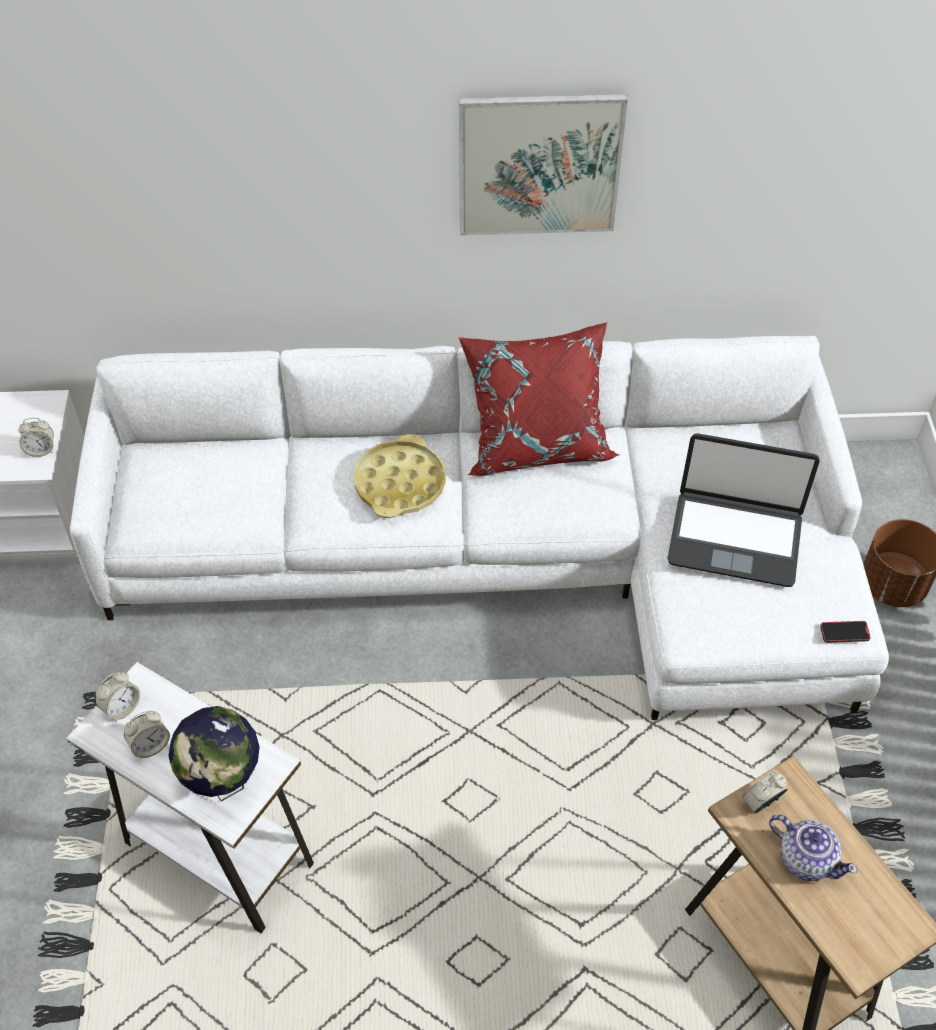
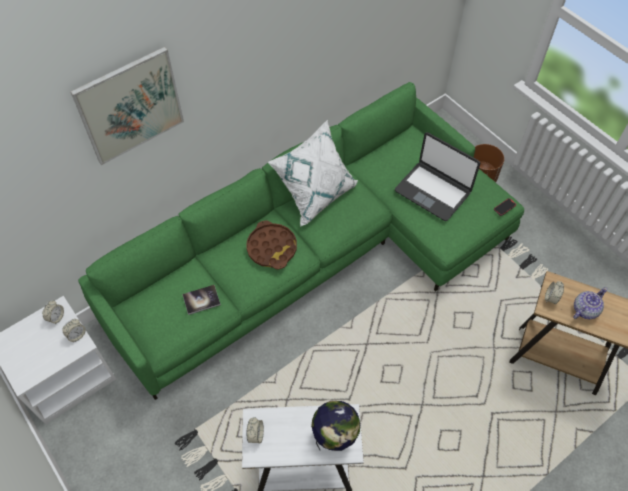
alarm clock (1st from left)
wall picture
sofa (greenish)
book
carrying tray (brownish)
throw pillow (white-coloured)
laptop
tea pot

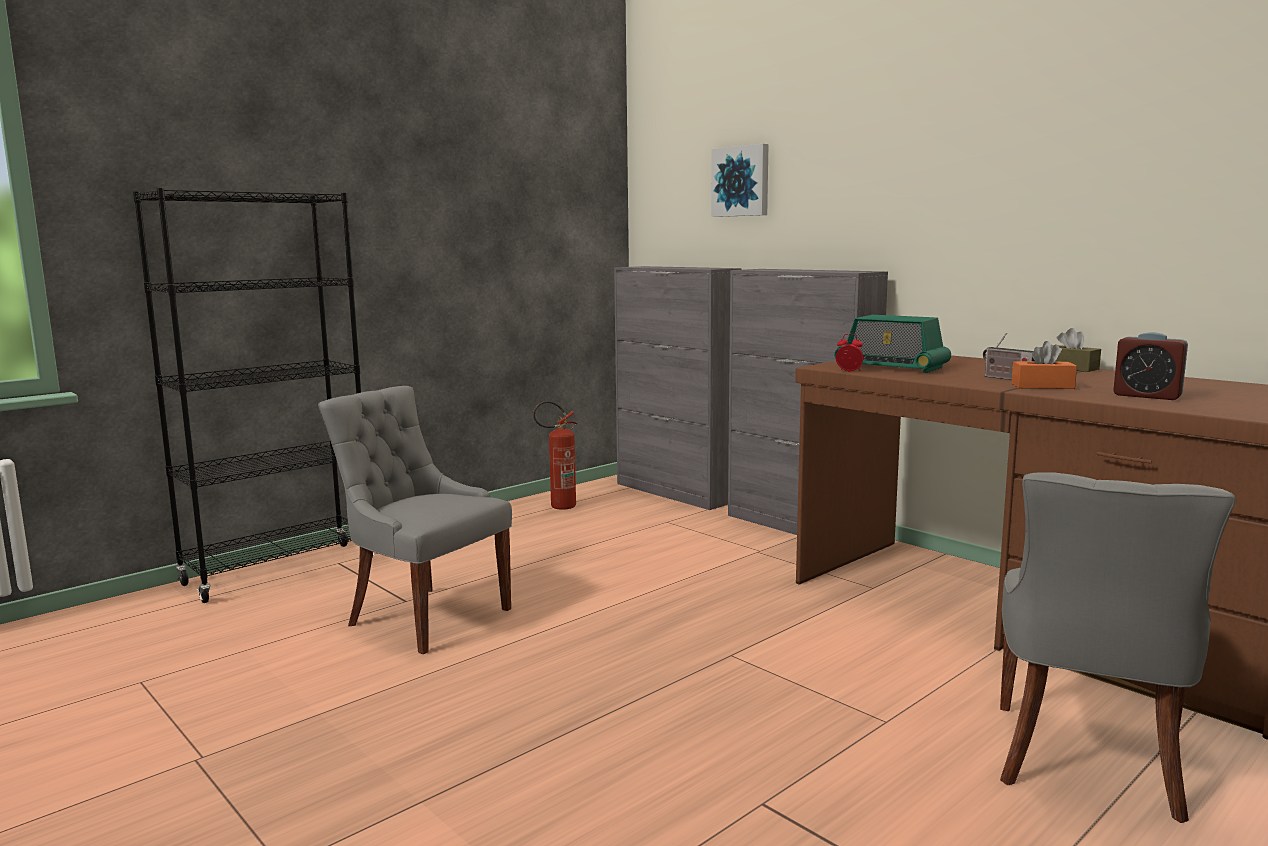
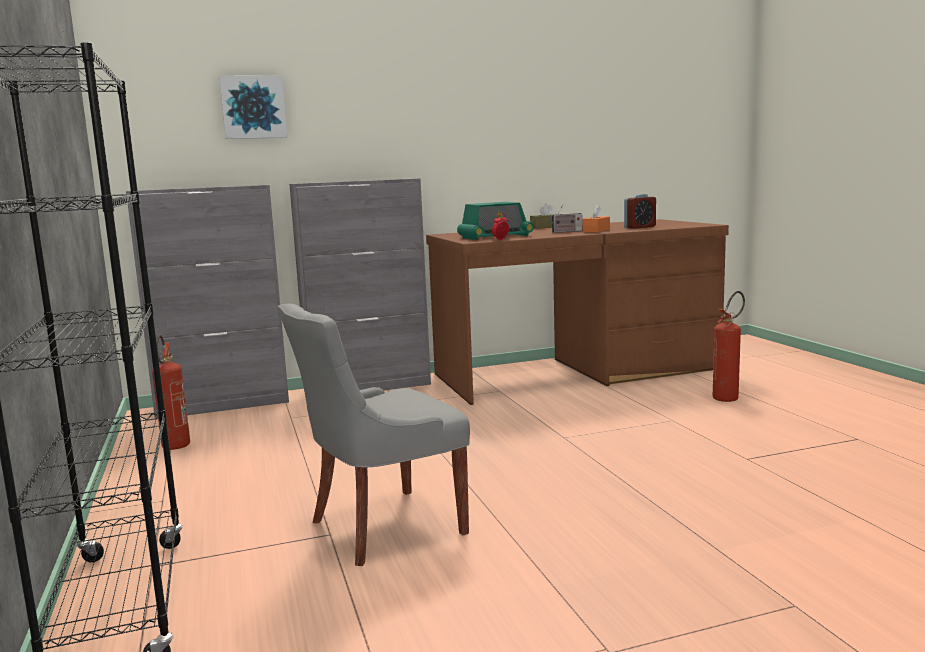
fire-fighting cylinder (2nd from left)

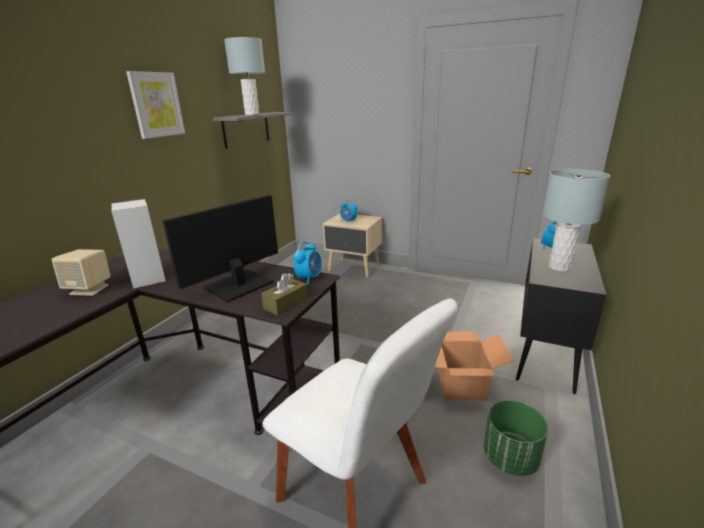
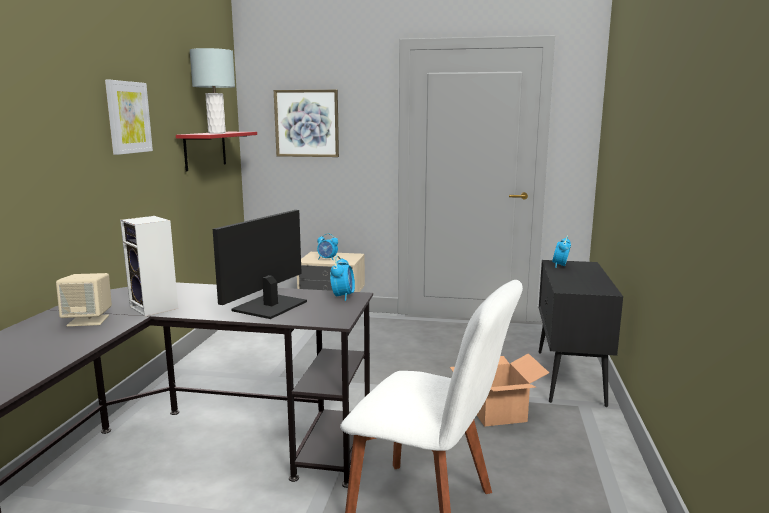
shelf (red-coloured)
wall picture (2nd from left)
tissue box (brownish)
plant pot (greenish)
lamp for a table (greyish) (2nd from left in the first image)

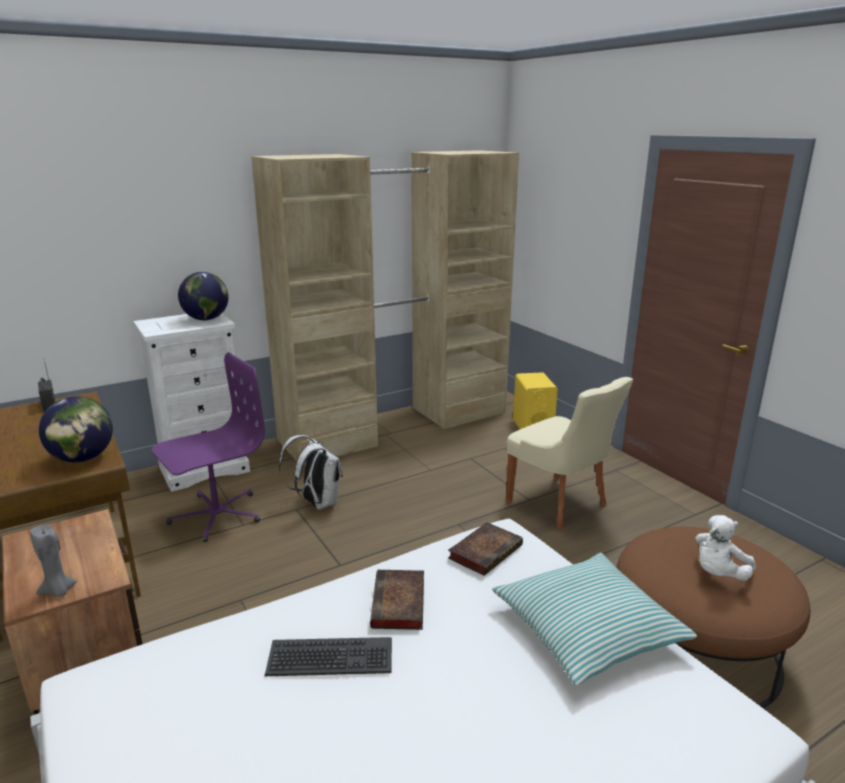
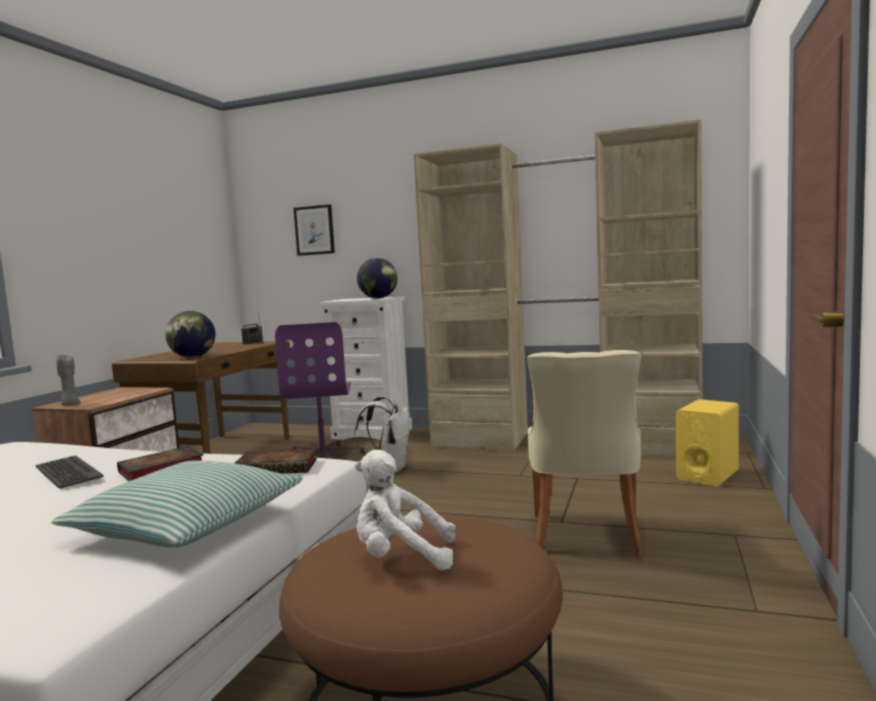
desk chair (purplish)
wall picture

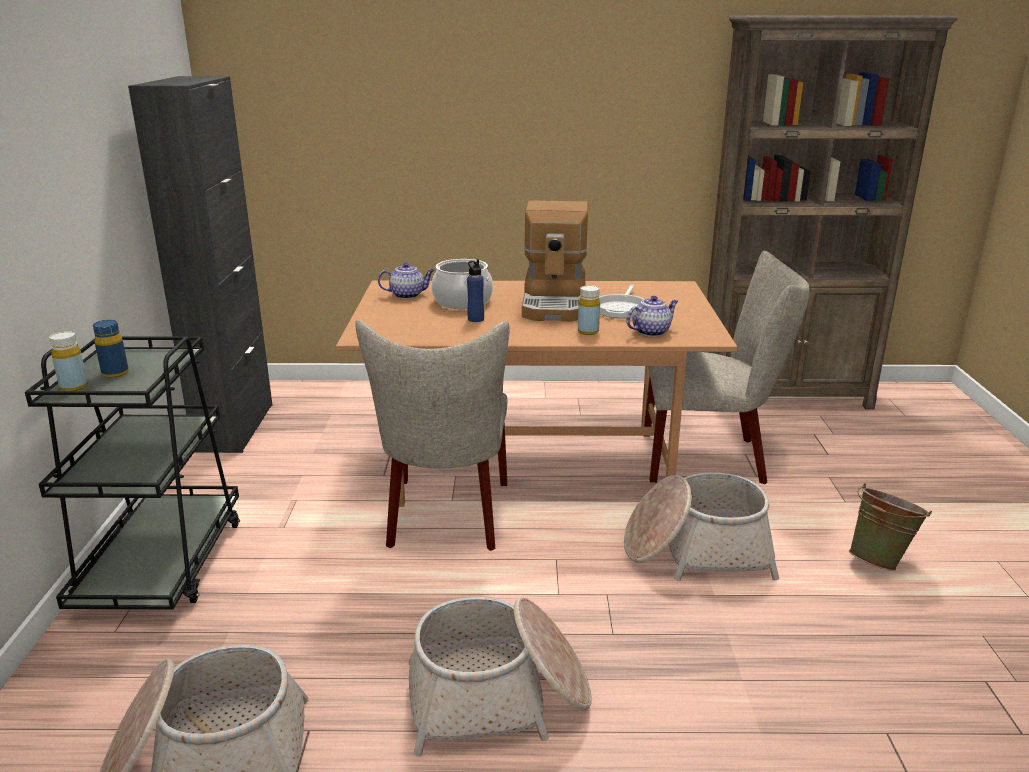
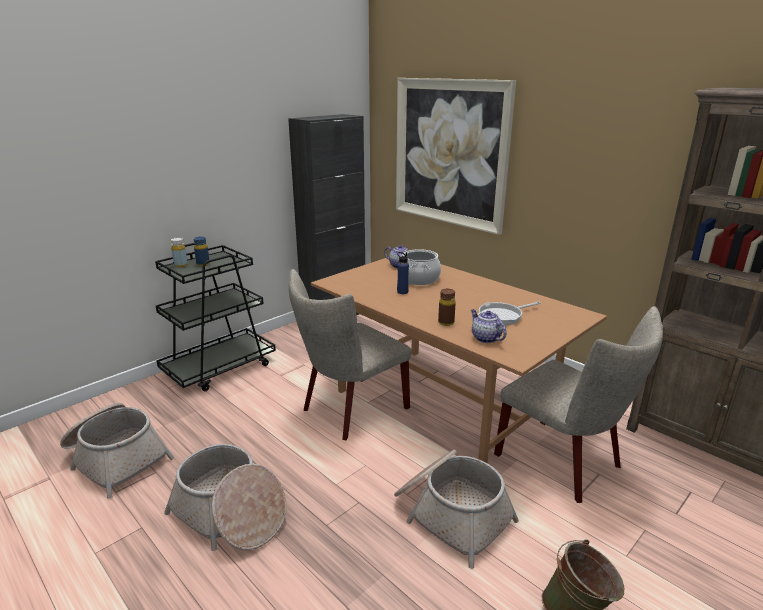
wall picture
beverage bottle (brownish)
tea pot (2nd from left)
coffee maker

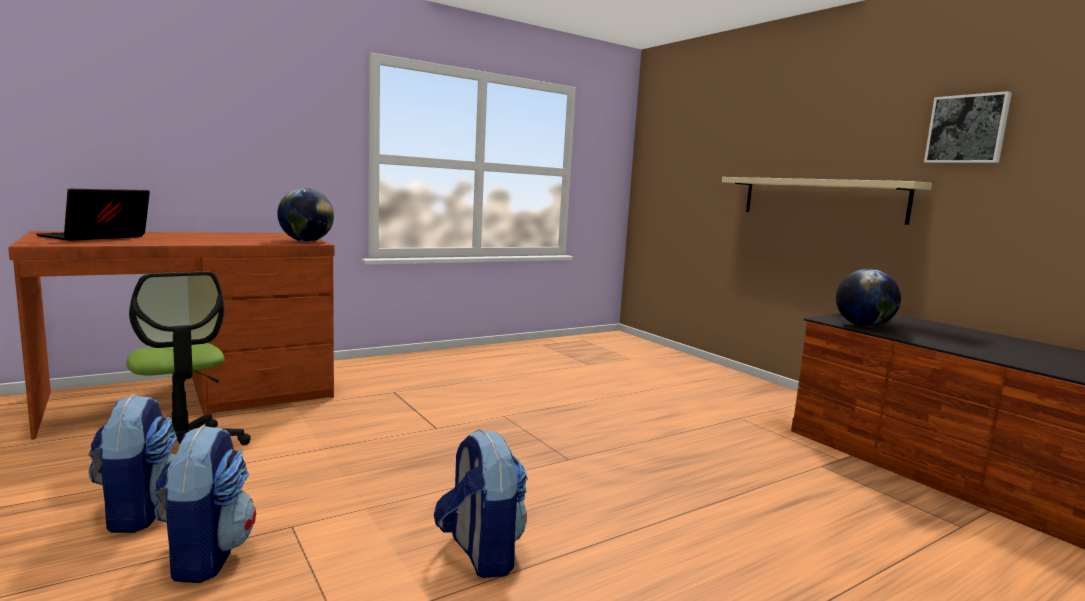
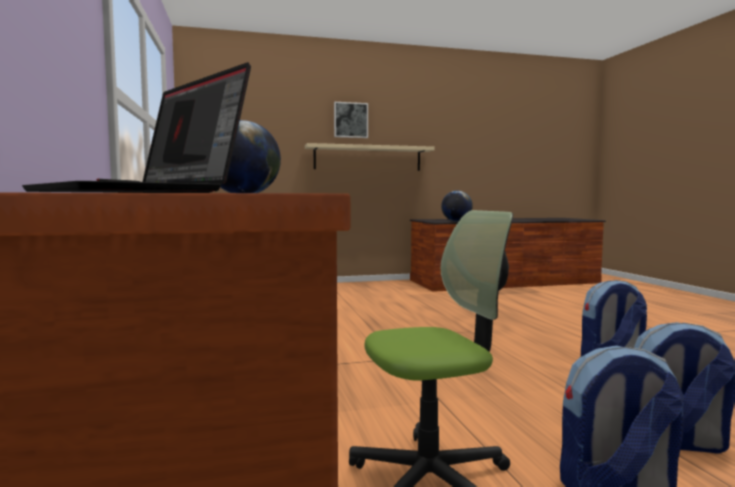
wall picture

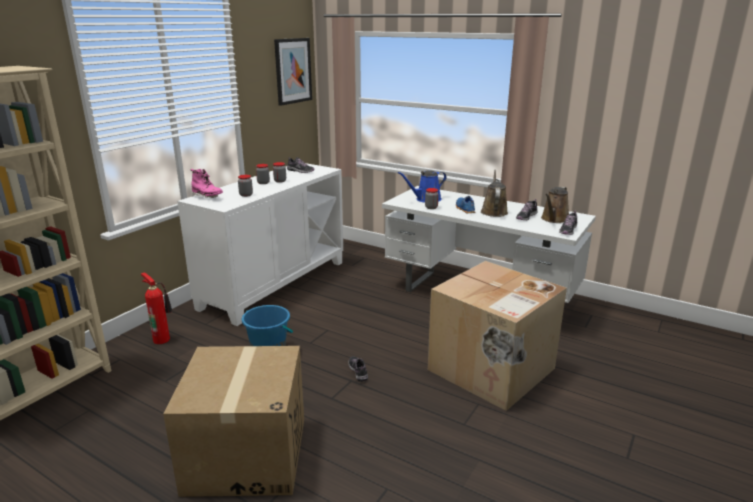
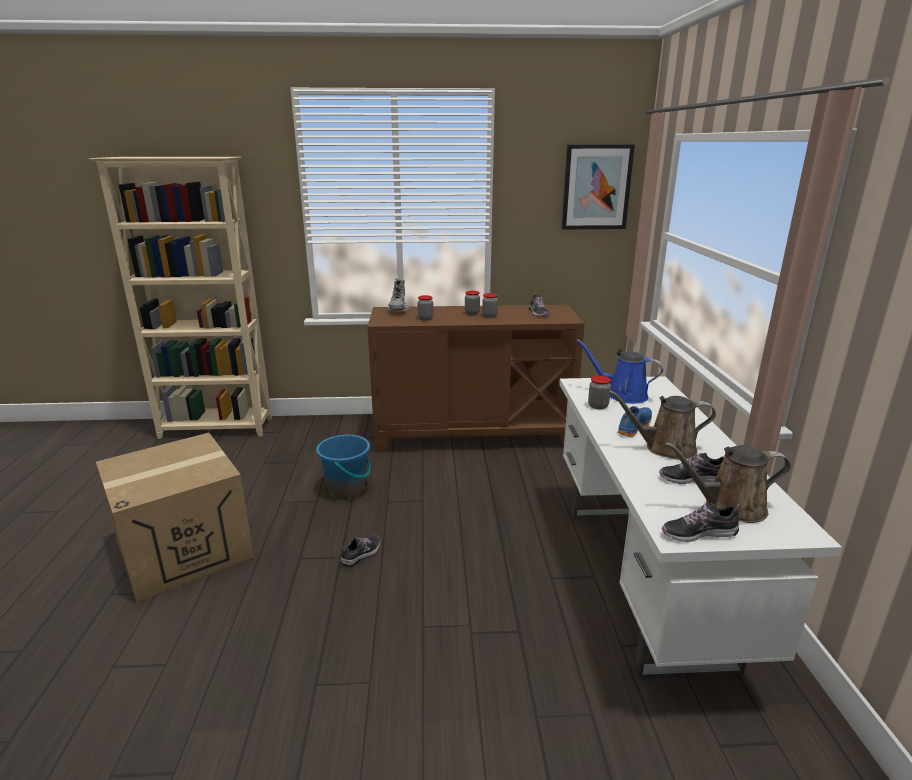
cabinet (brownish)
boot (greyish)
watering pot (brownish) (1st from left)
fire-fighting cylinder
carton (2nd from left in the first image)

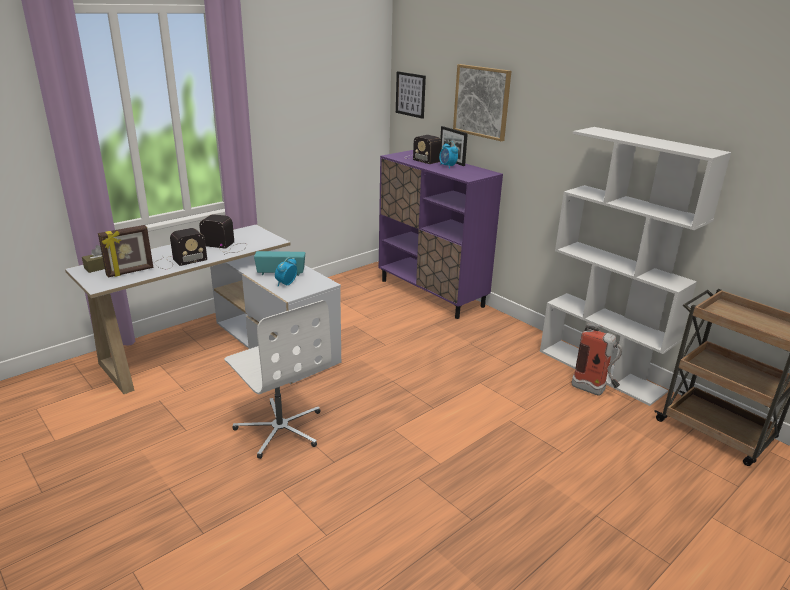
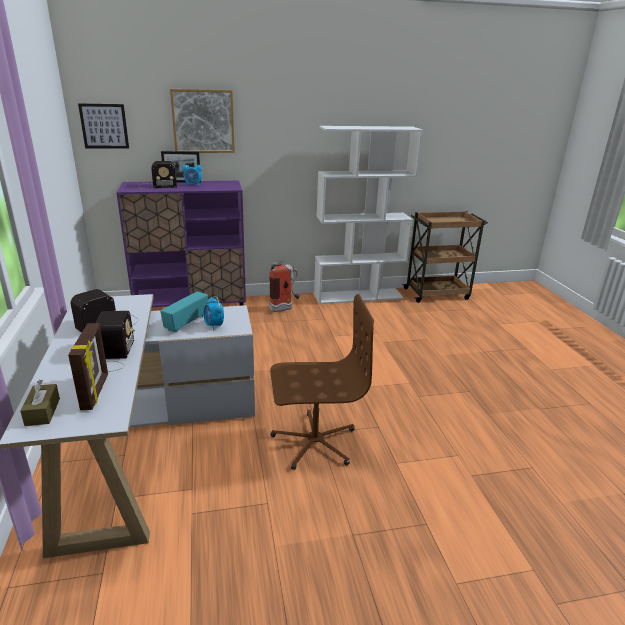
fire-fighting cylinder
desk chair (brownish)

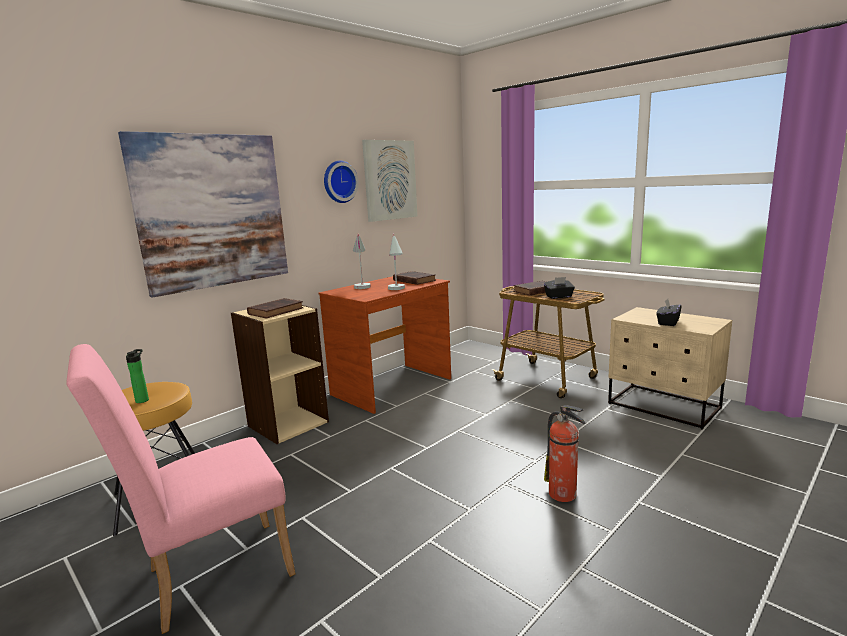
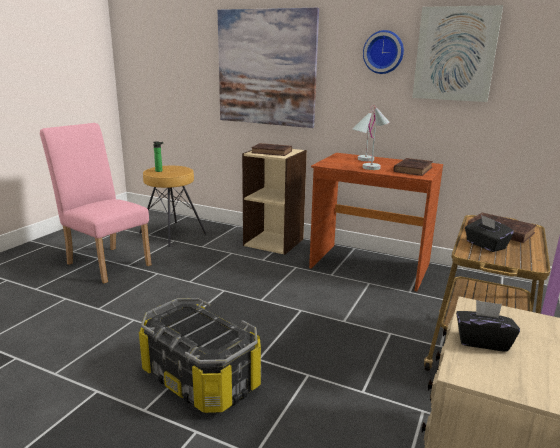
storage container

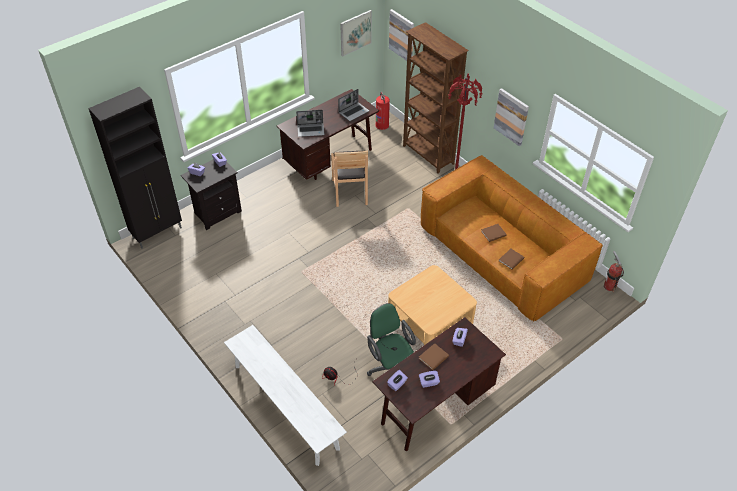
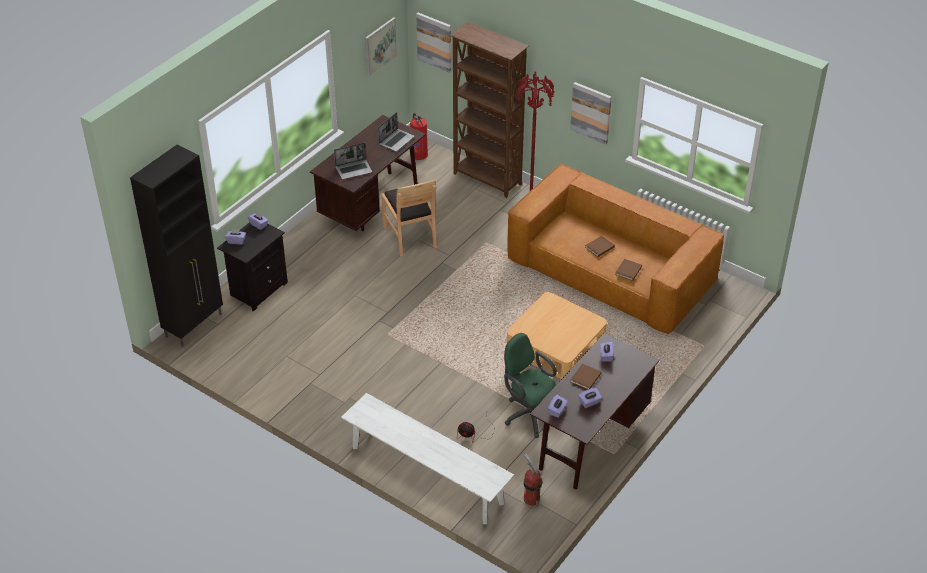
fire-fighting cylinder (2nd from left)

